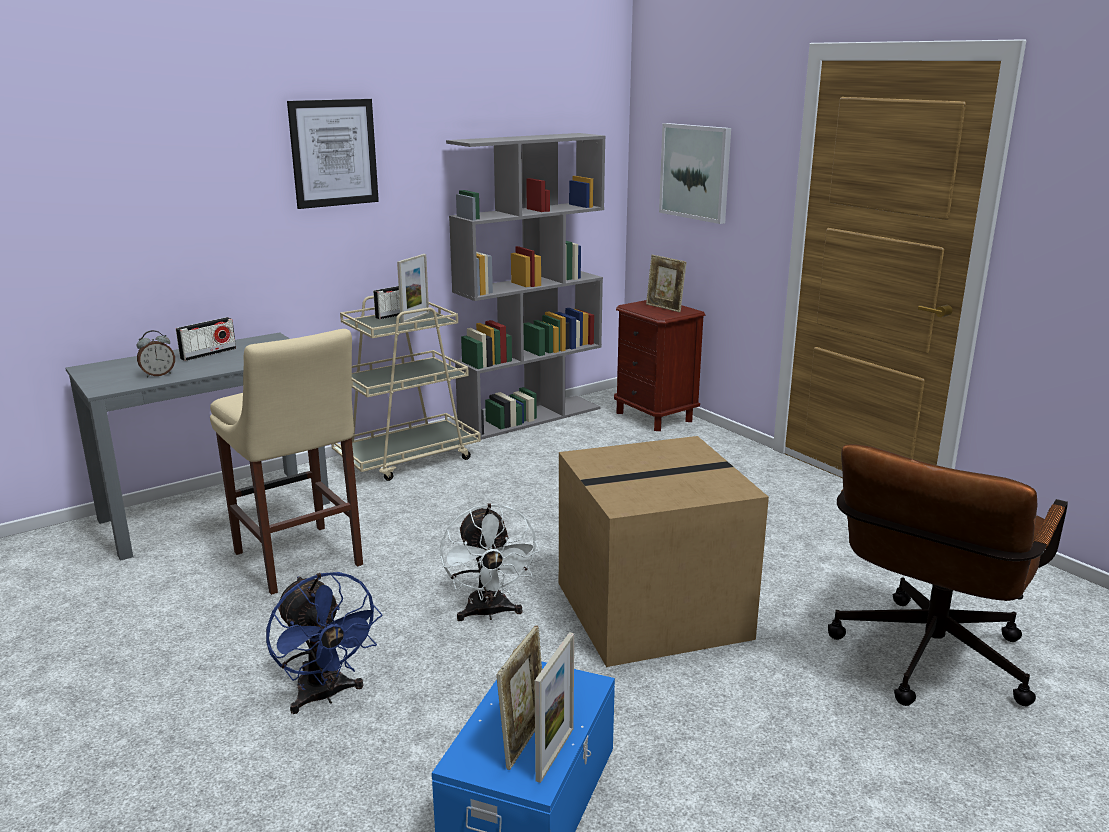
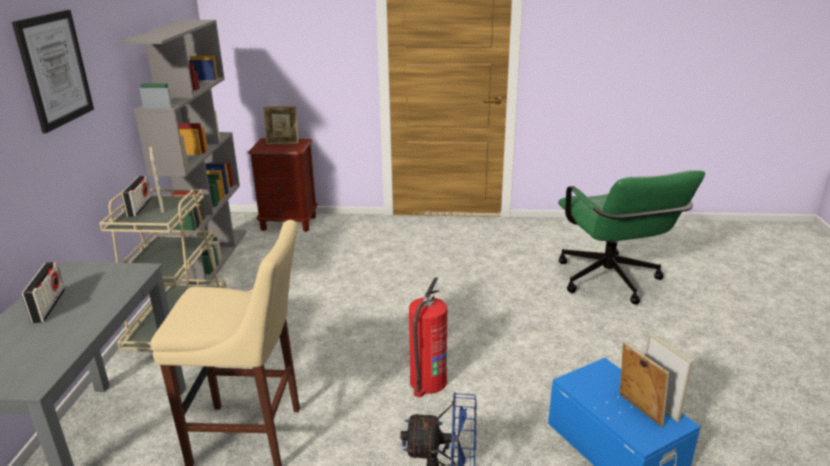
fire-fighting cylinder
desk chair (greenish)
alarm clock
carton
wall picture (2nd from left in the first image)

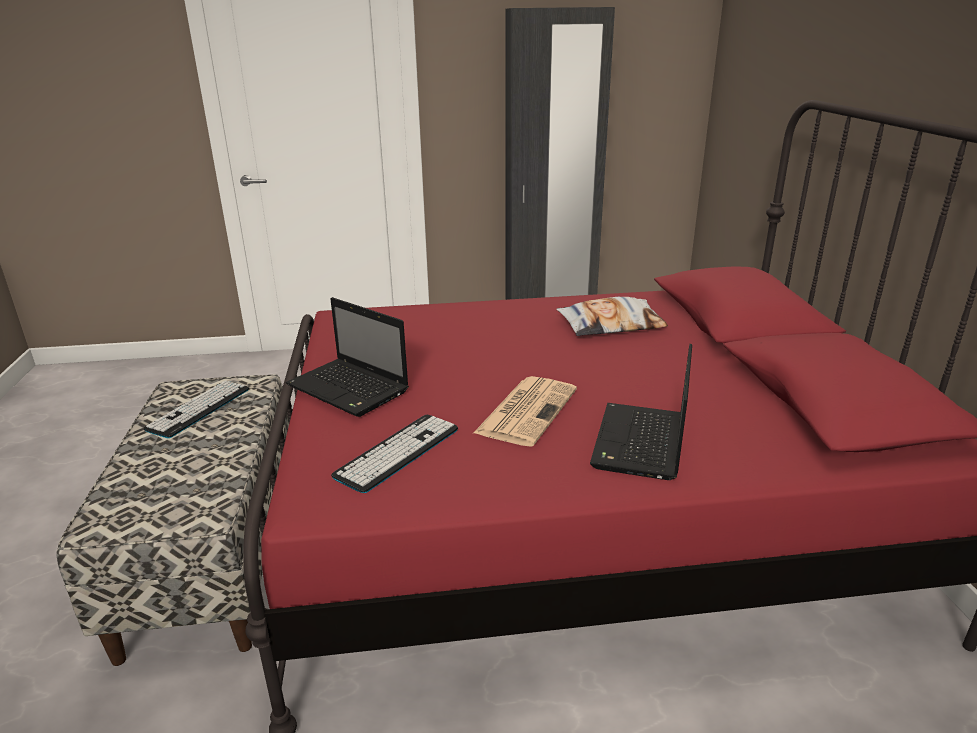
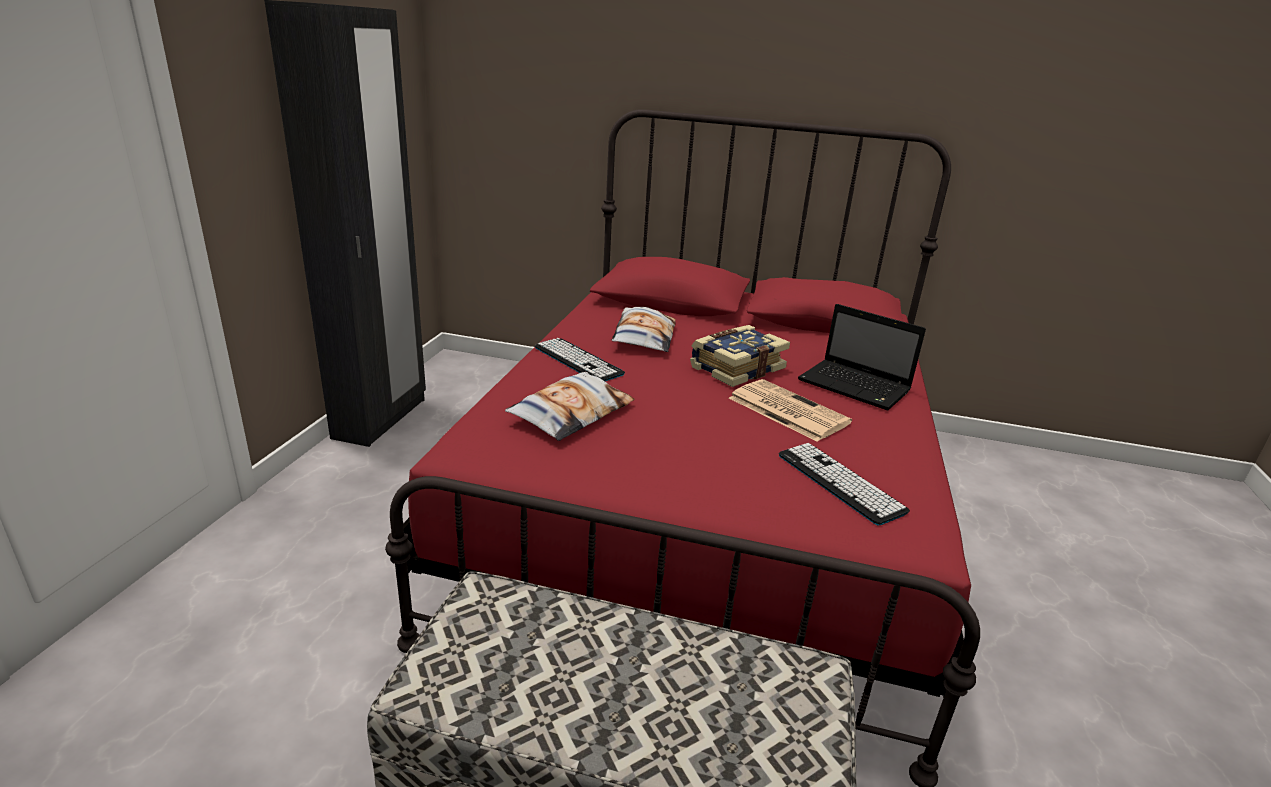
throw pillow (1st from left)
PC keyboard (1st from left)
book
laptop (1st from left in the first image)

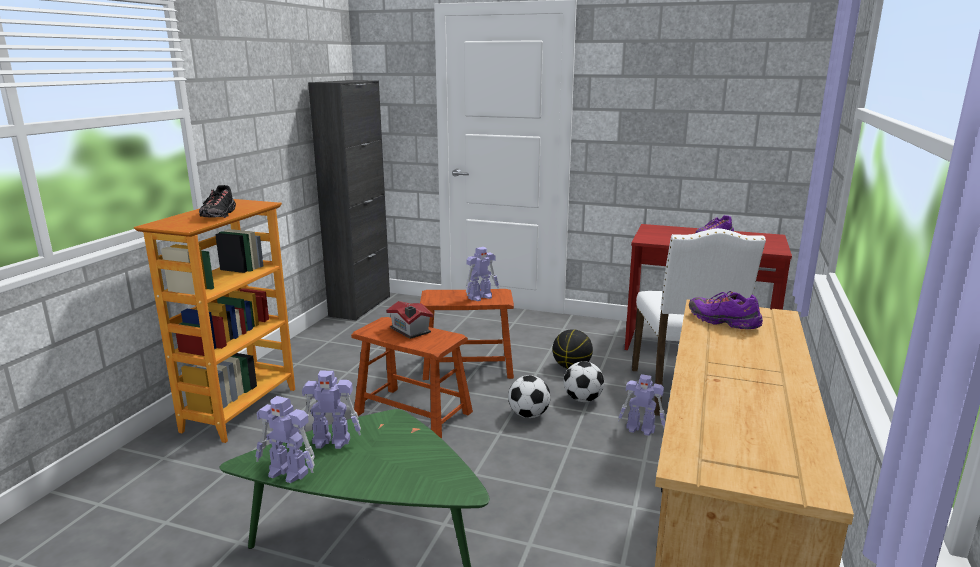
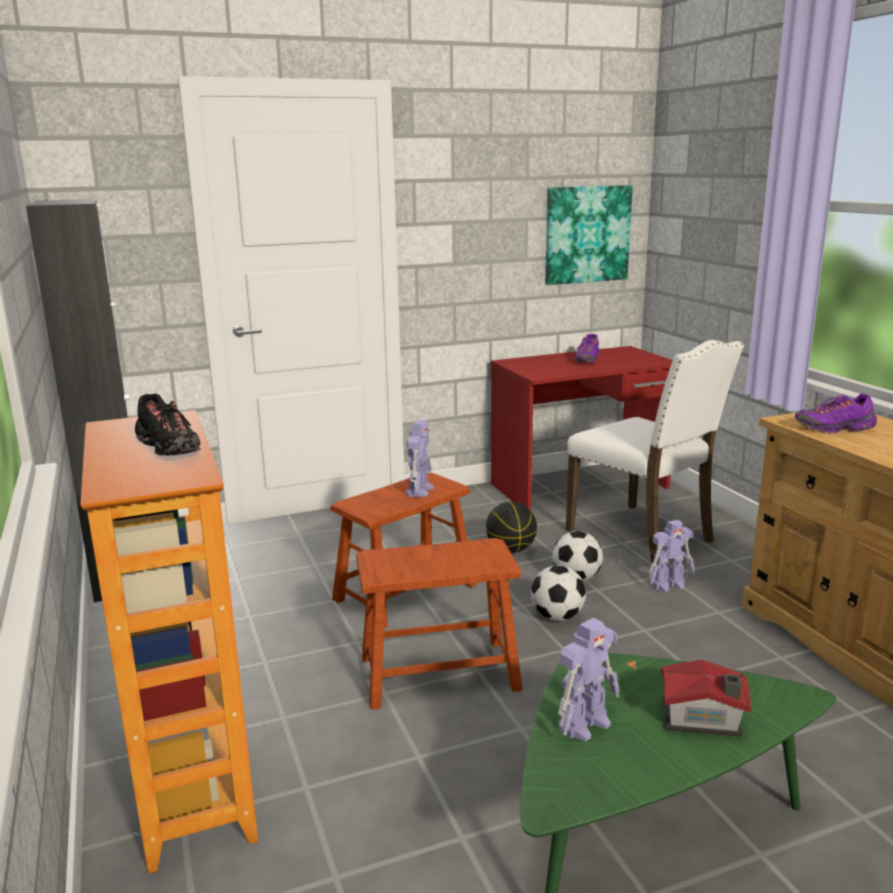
wall picture
miniature house
toy robot (1st from left in the first image)

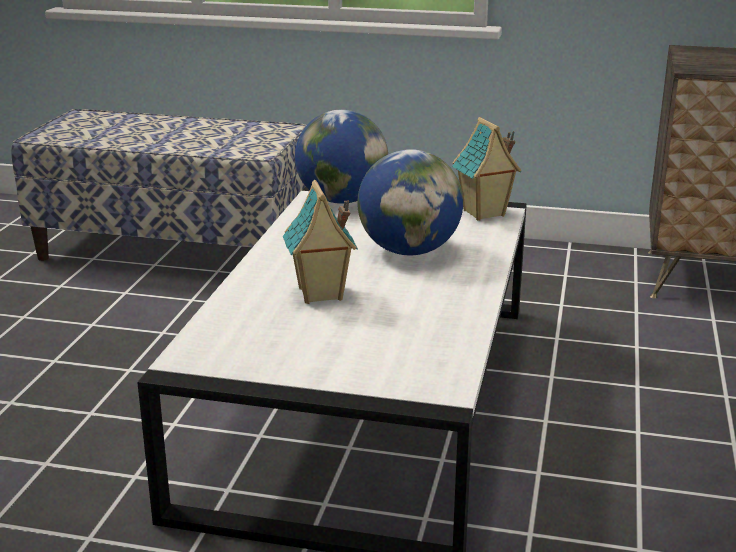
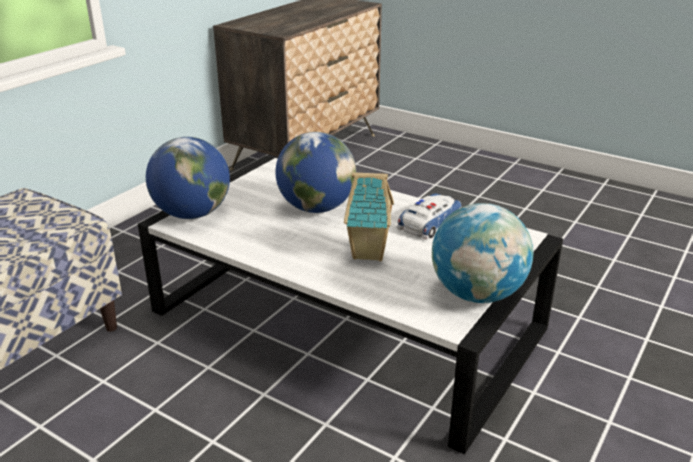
toy car
desk globe (3rd from left)
miniature house (2nd from left in the first image)

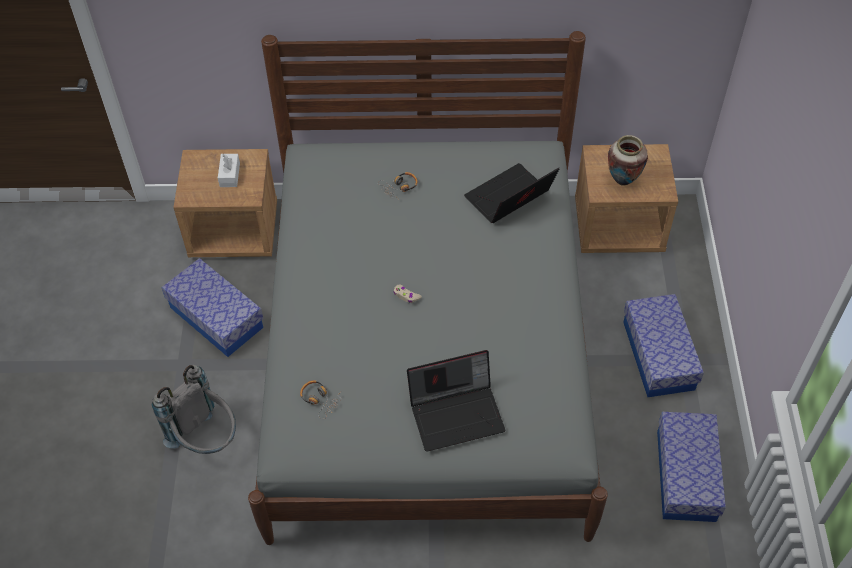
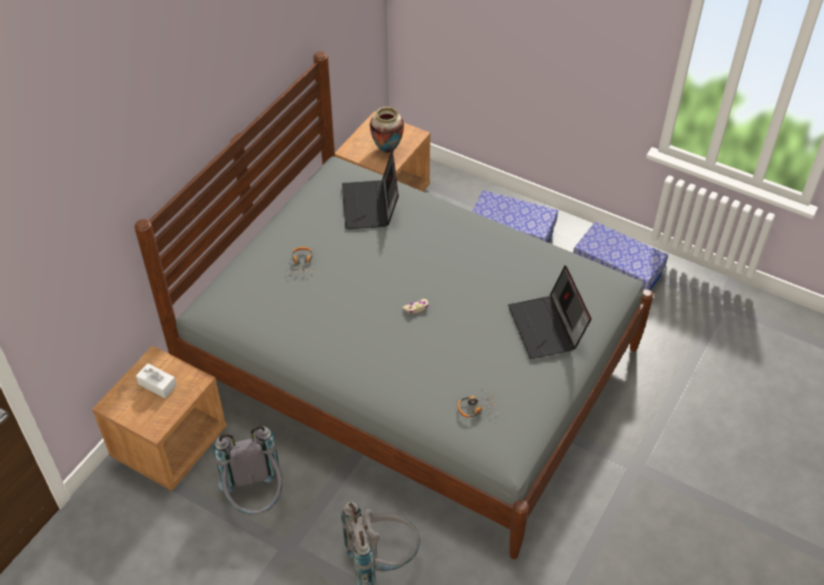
knapsack (greyish) (1st from left)
laptop (2nd from left)

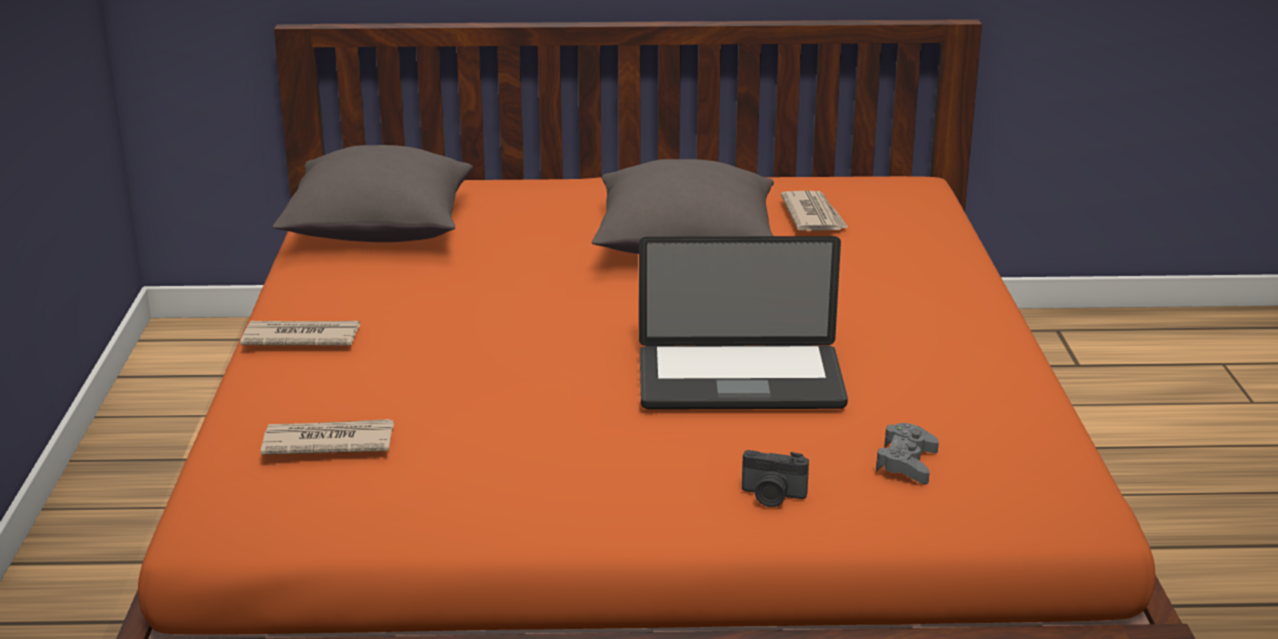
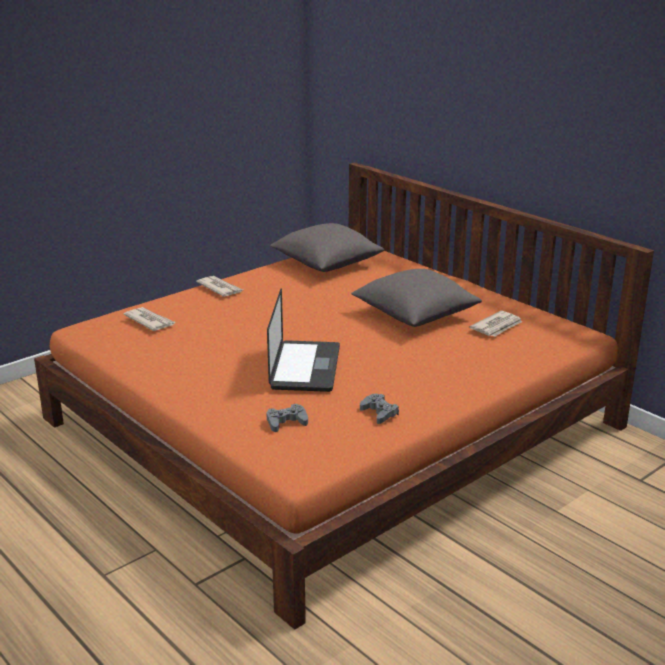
laptop
gamepad (greyish) (2nd from left)
photo camera

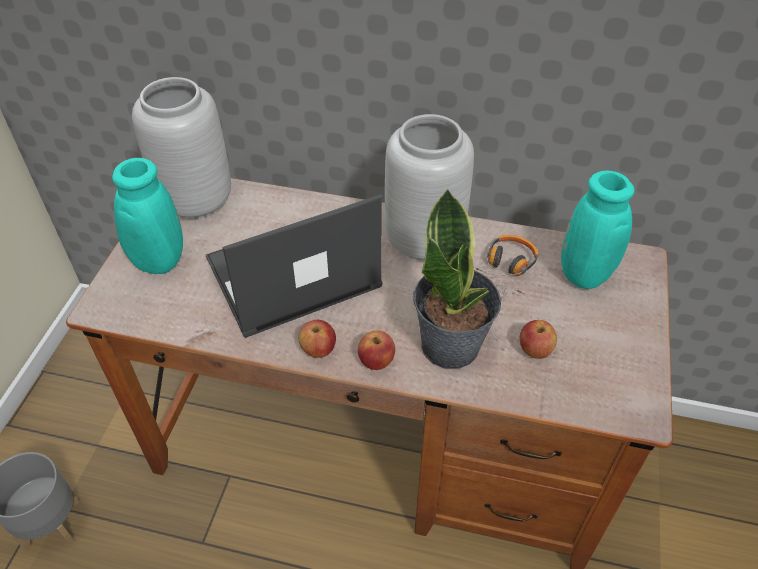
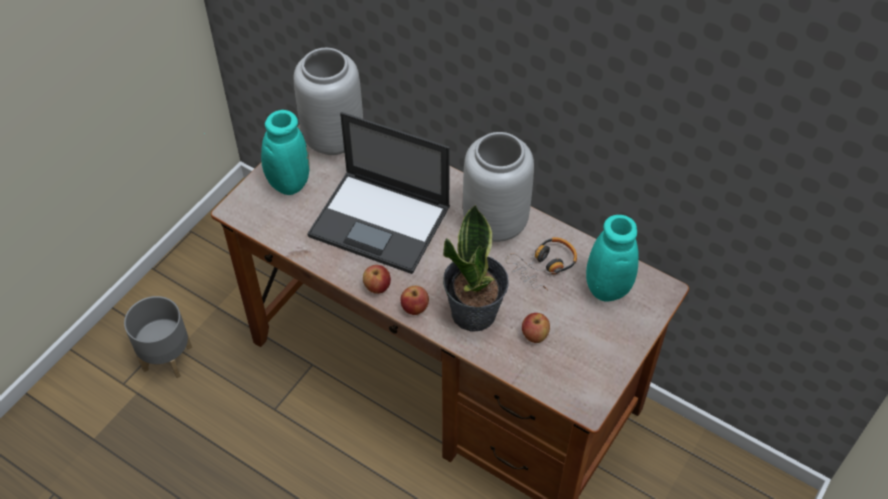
laptop

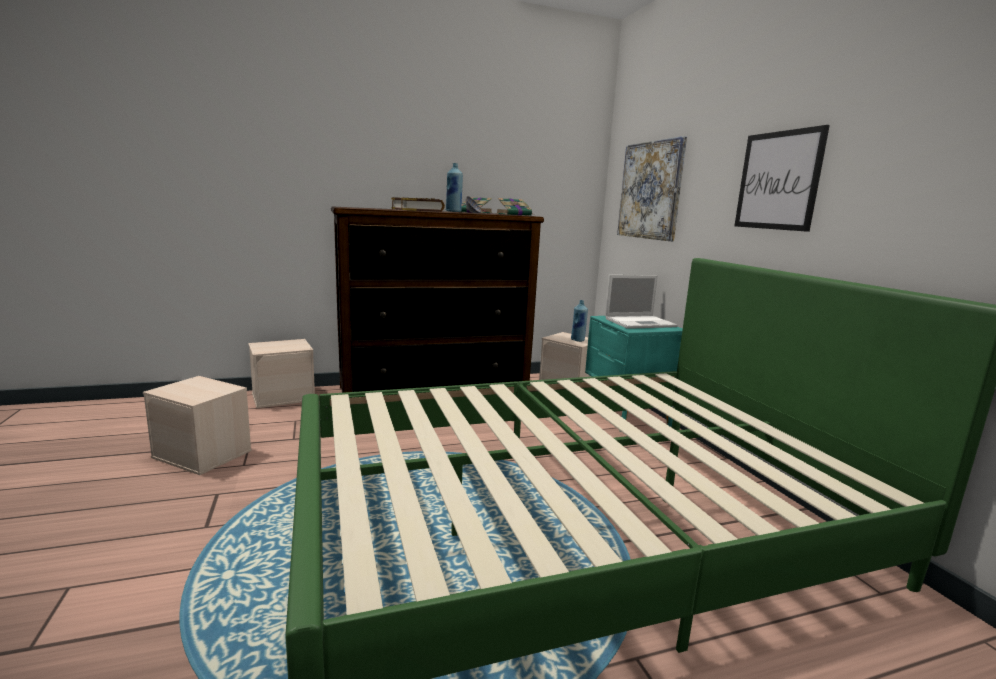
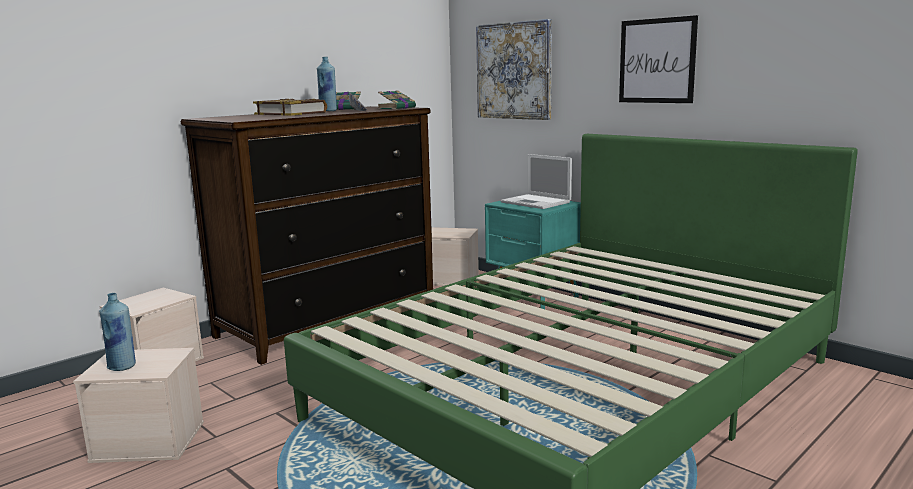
beverage bottle (blue) (1st from left)
laptop

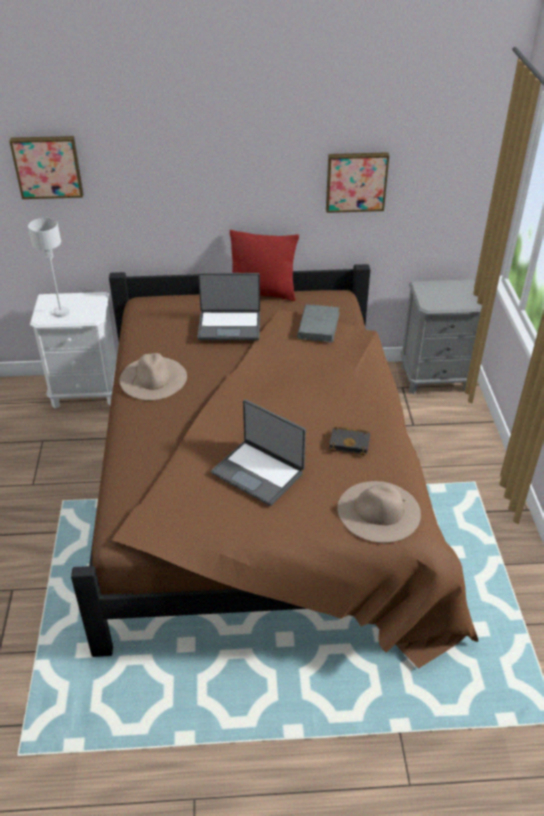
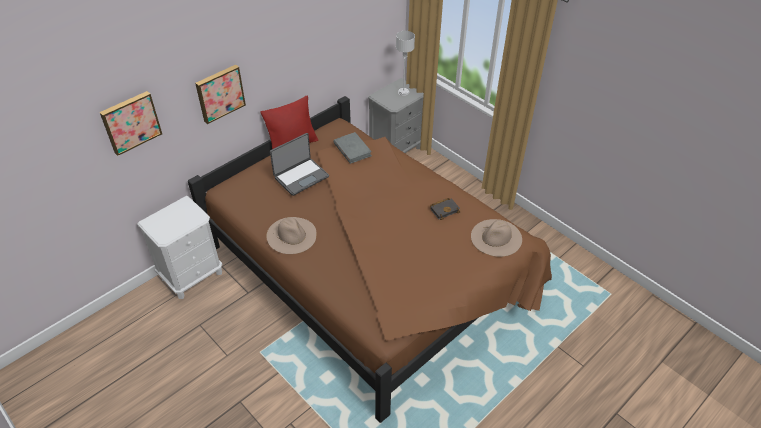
wall picture (2nd from left)
lamp for a table (greyish)
laptop (2nd from left in the first image)

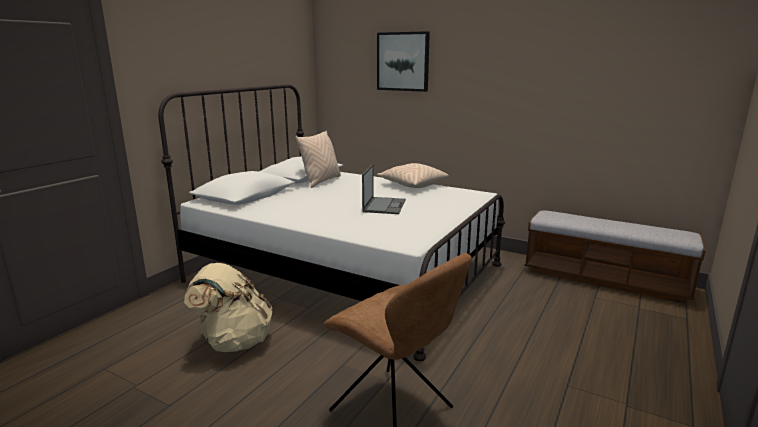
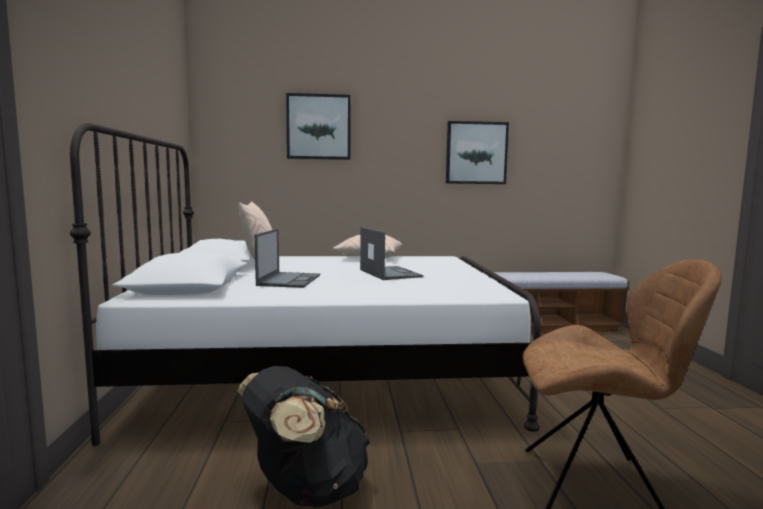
knapsack (blackish)
laptop (1st from left)
wall picture (2nd from left)

